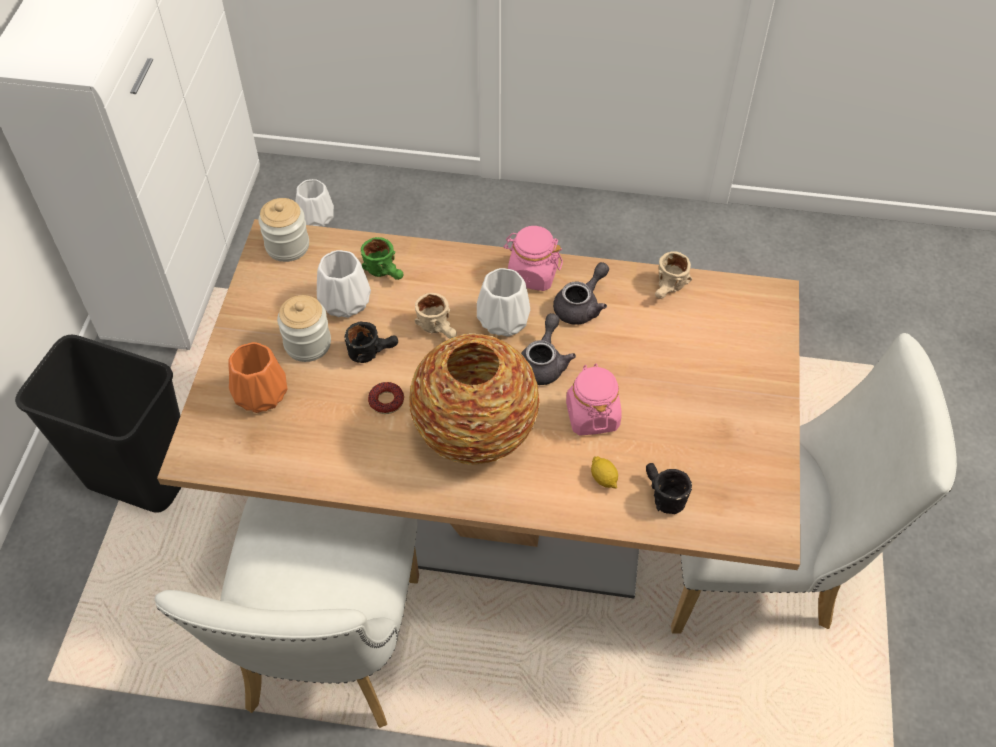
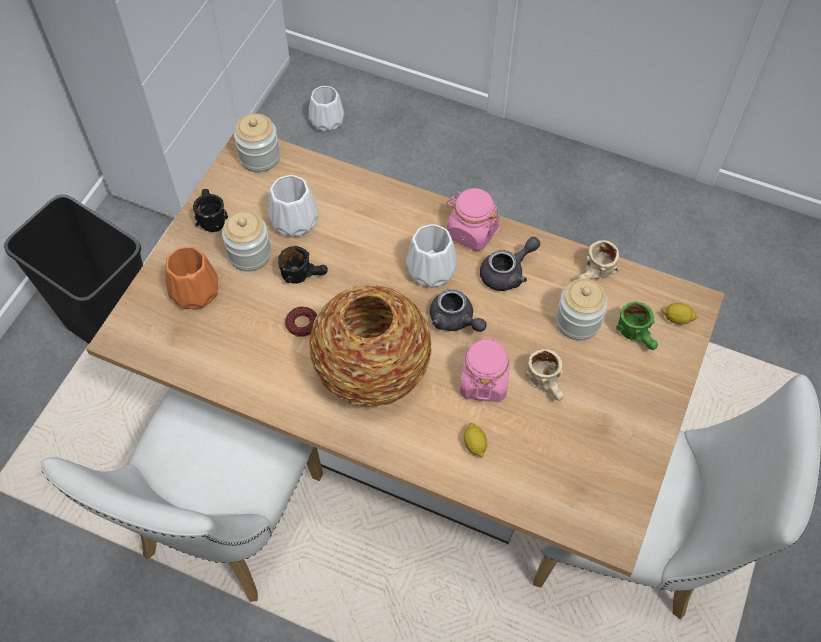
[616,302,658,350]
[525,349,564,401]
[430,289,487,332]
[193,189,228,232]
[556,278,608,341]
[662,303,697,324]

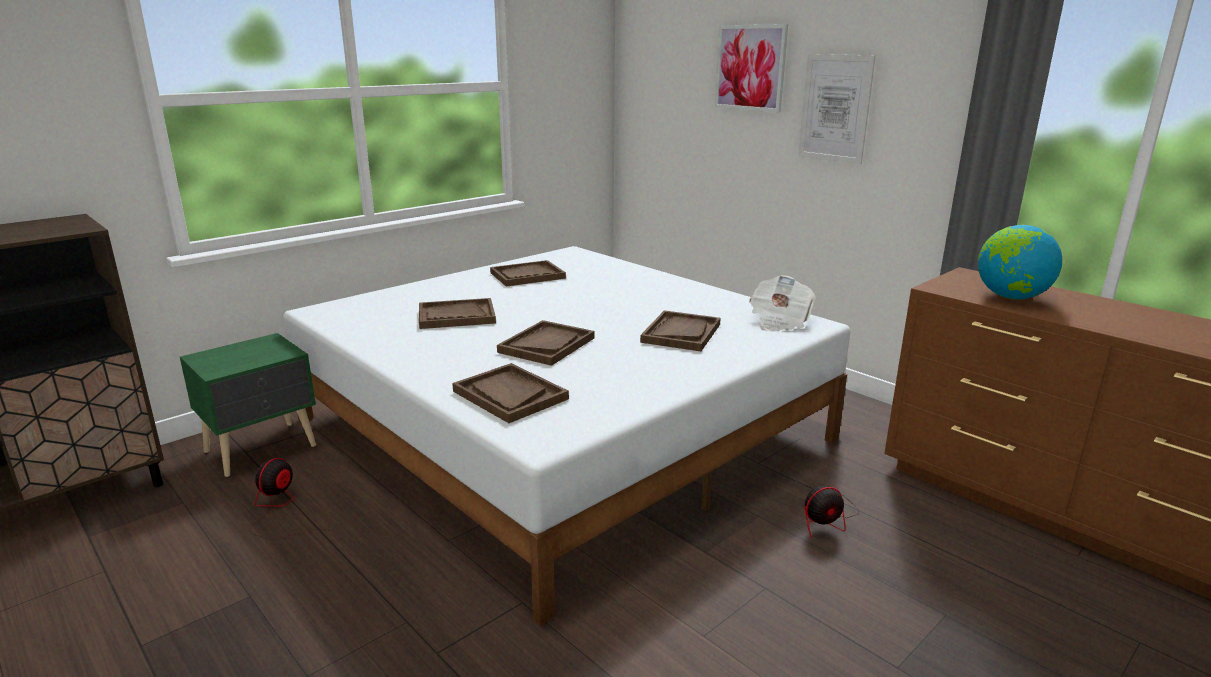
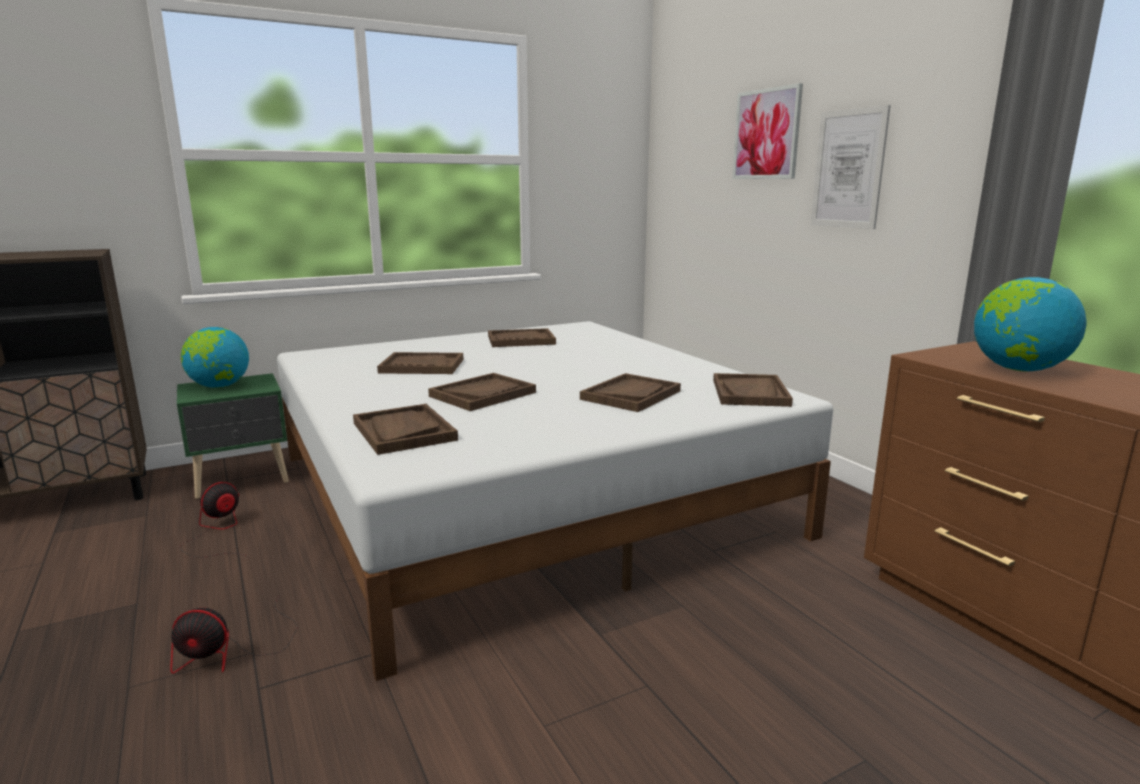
[713,373,793,407]
[170,595,298,674]
[181,327,249,388]

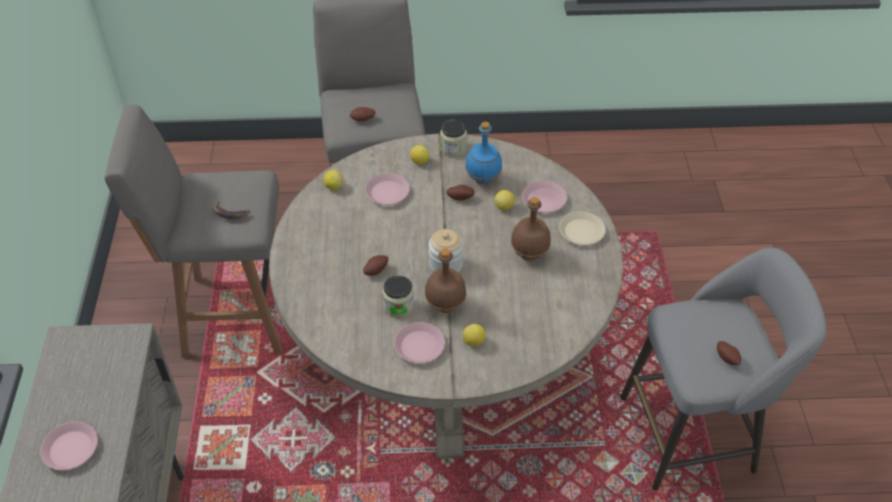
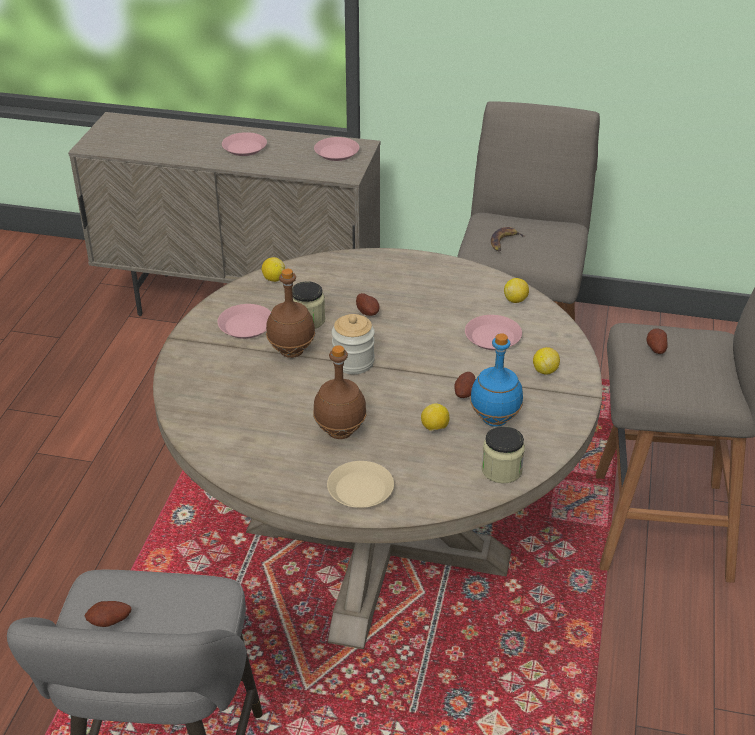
[481,426,525,483]
[262,257,285,282]
[314,137,359,161]

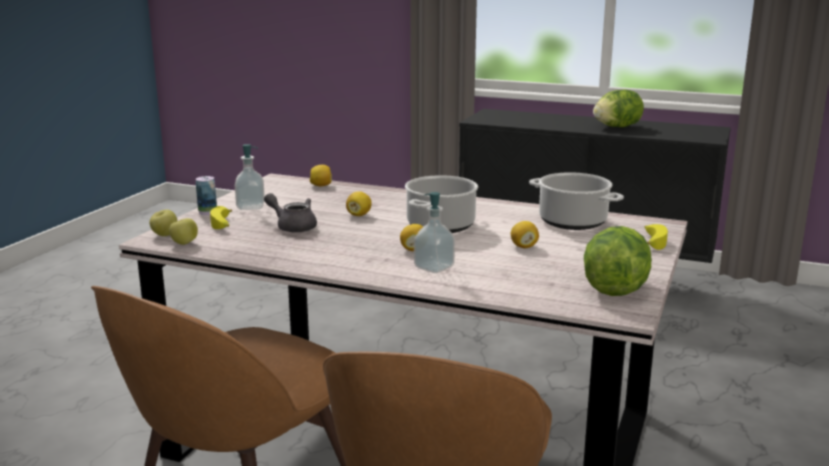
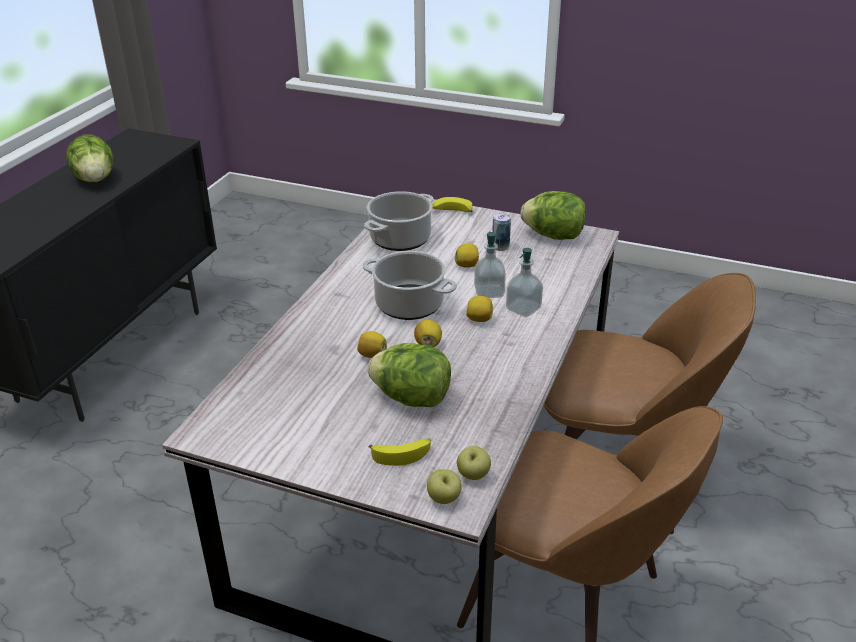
[492,213,511,251]
[474,232,506,298]
[367,343,451,407]
[414,319,442,347]

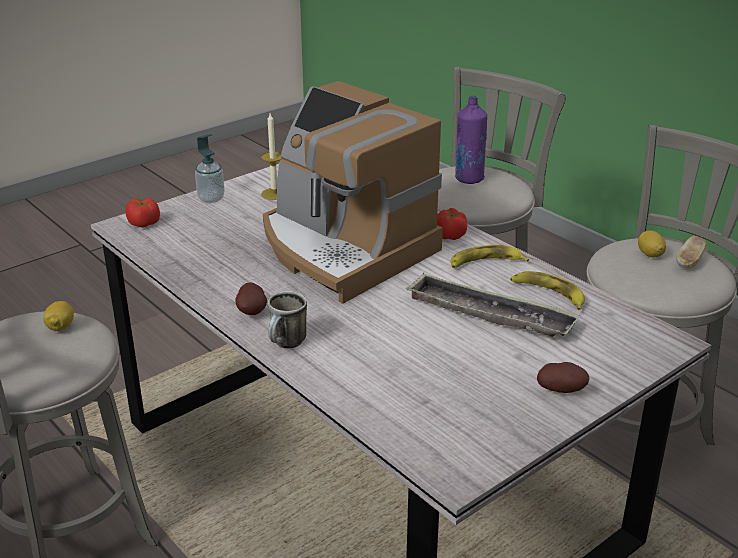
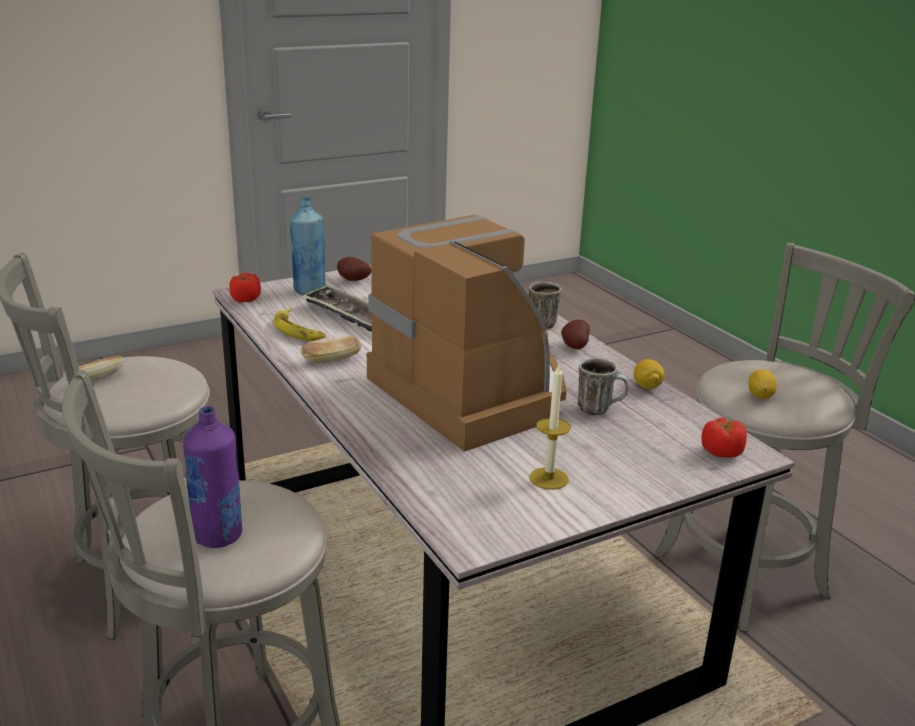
[195,134,225,203] (first image)
[229,273,261,303]
[301,336,362,363]
[634,359,664,389]
[290,197,326,295]
[578,358,629,415]

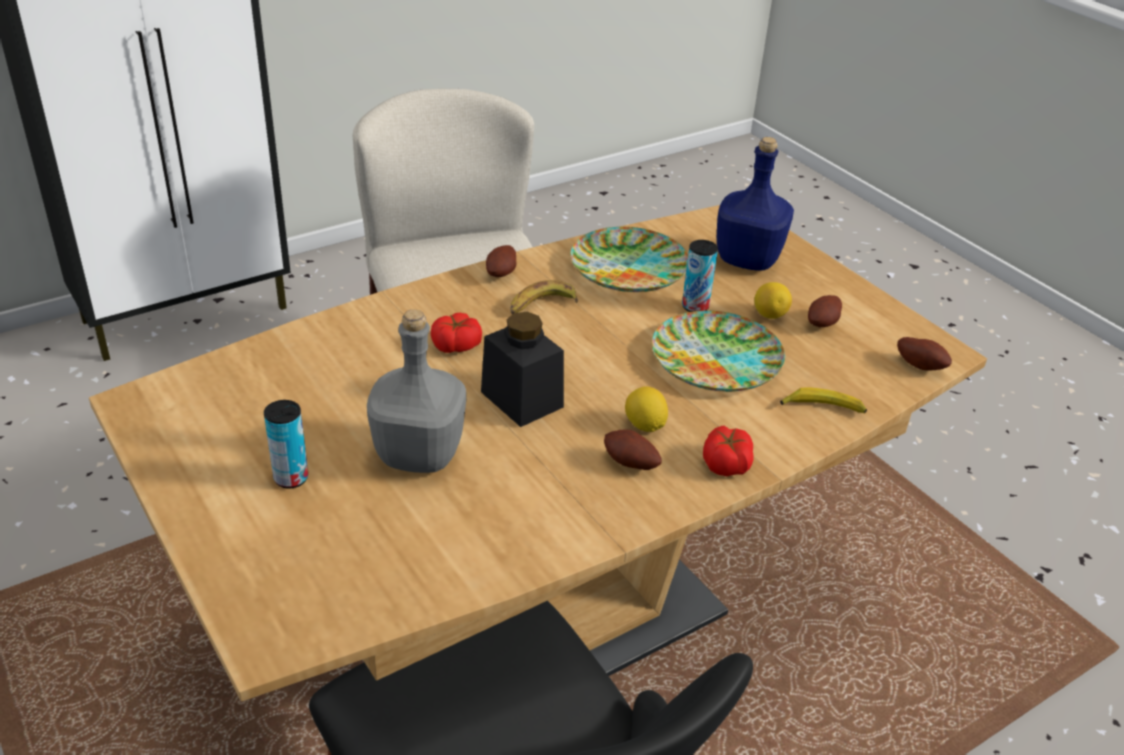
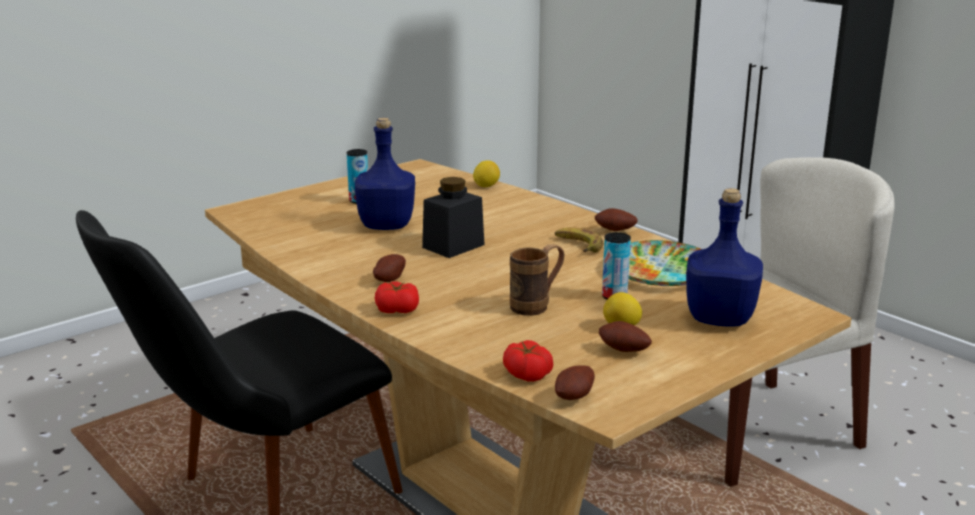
[355,118,415,230]
[503,340,553,382]
[473,161,500,187]
[510,244,564,316]
[780,387,867,413] (first image)

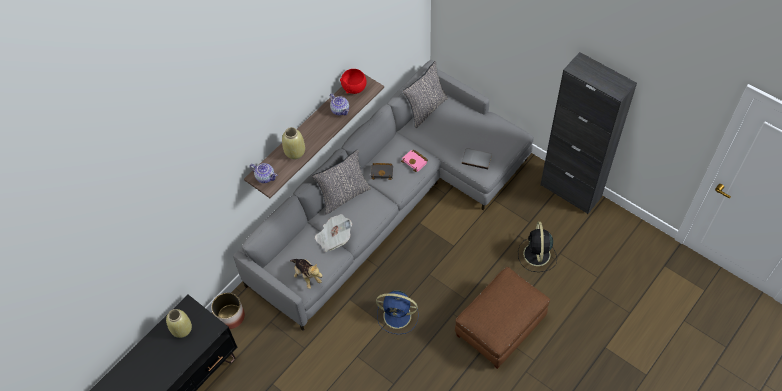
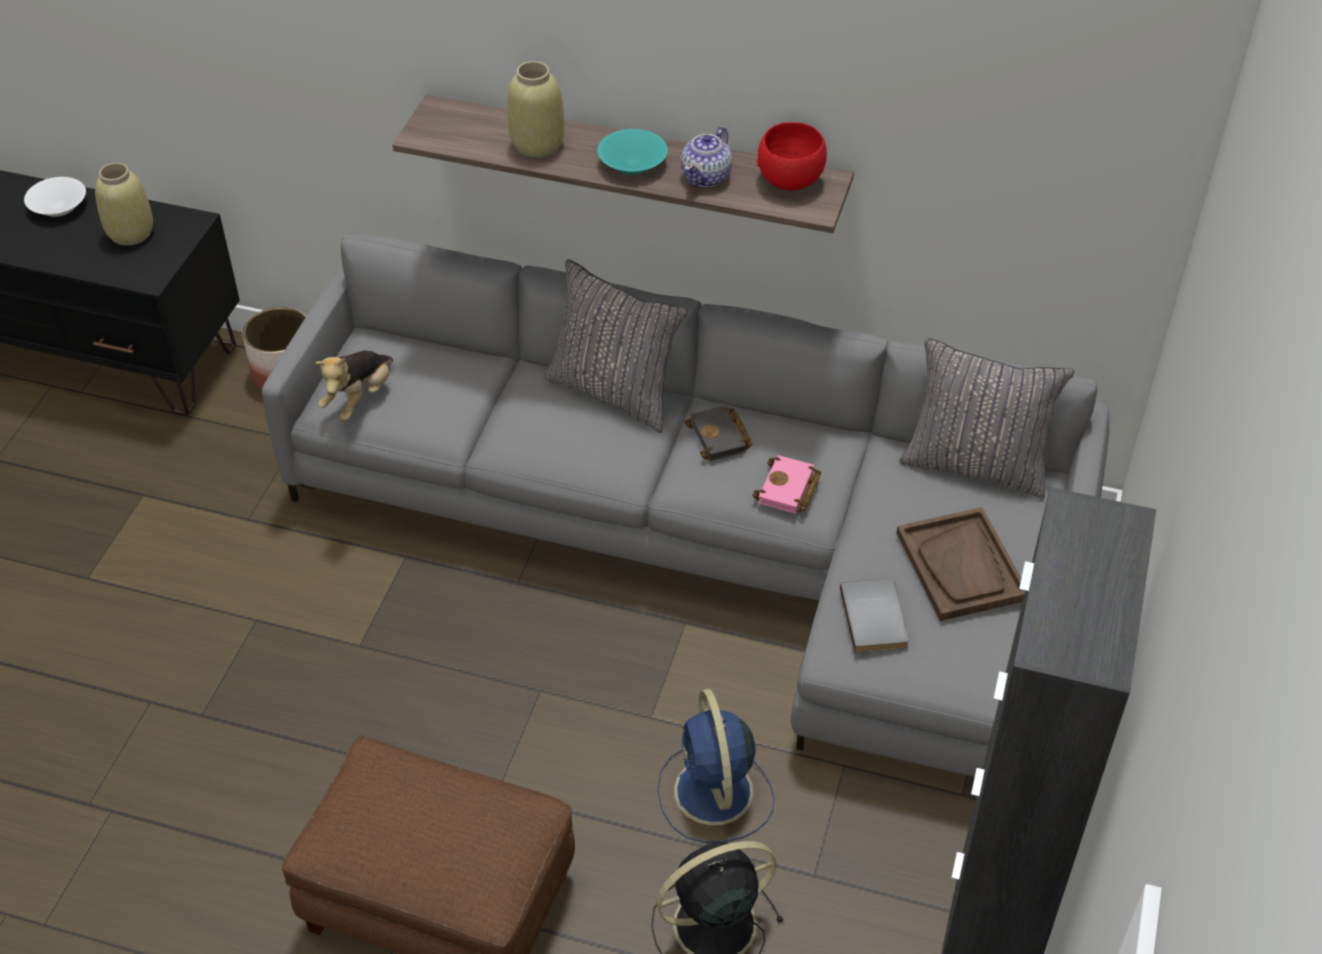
[250,163,277,183] (first image)
[315,214,352,252] (first image)
[657,689,775,843]
[24,177,86,217]
[597,129,668,175]
[896,507,1025,621]

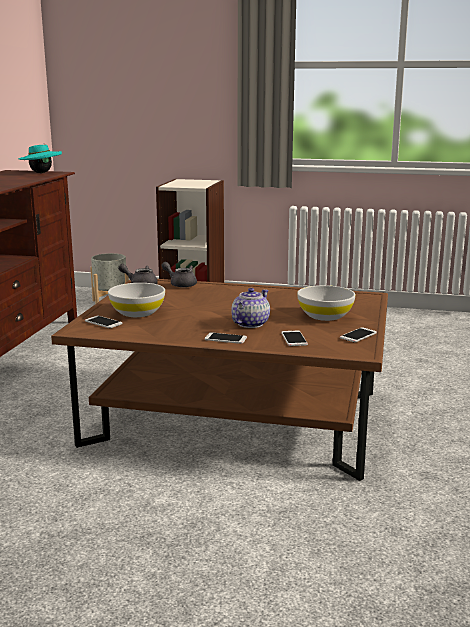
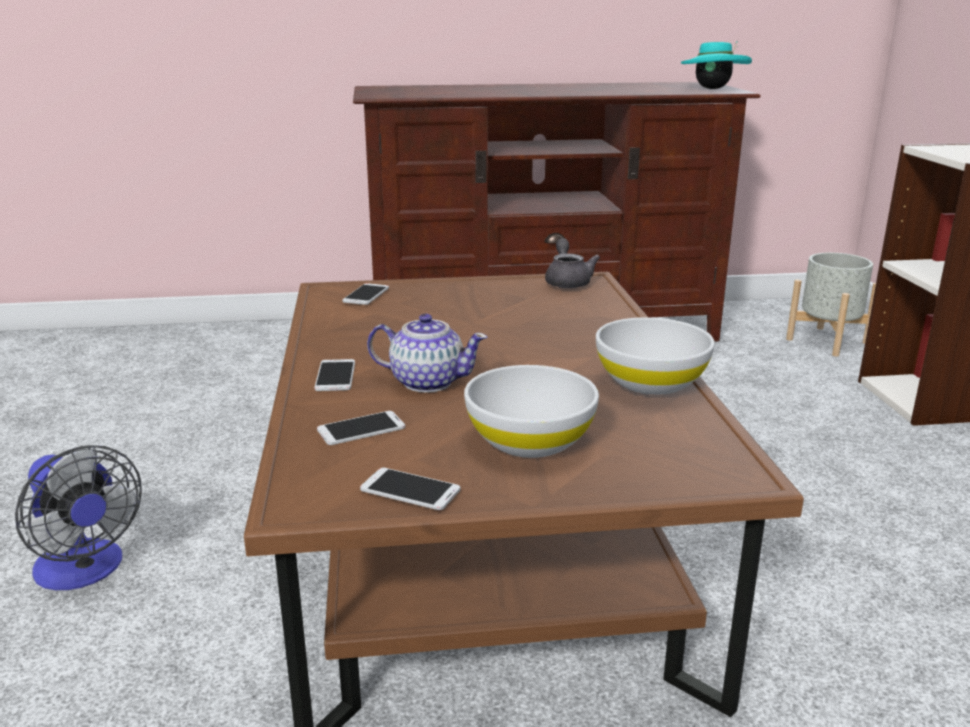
[596,317,715,395]
[161,262,197,288] (first image)
[15,445,142,590]

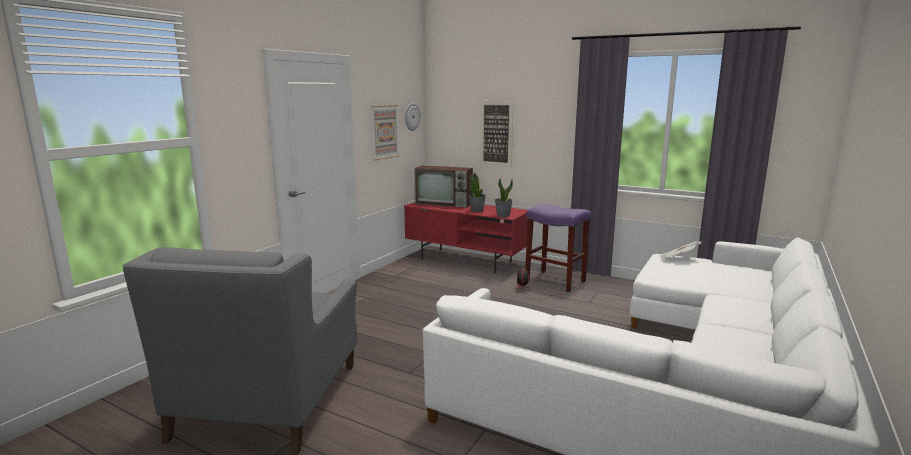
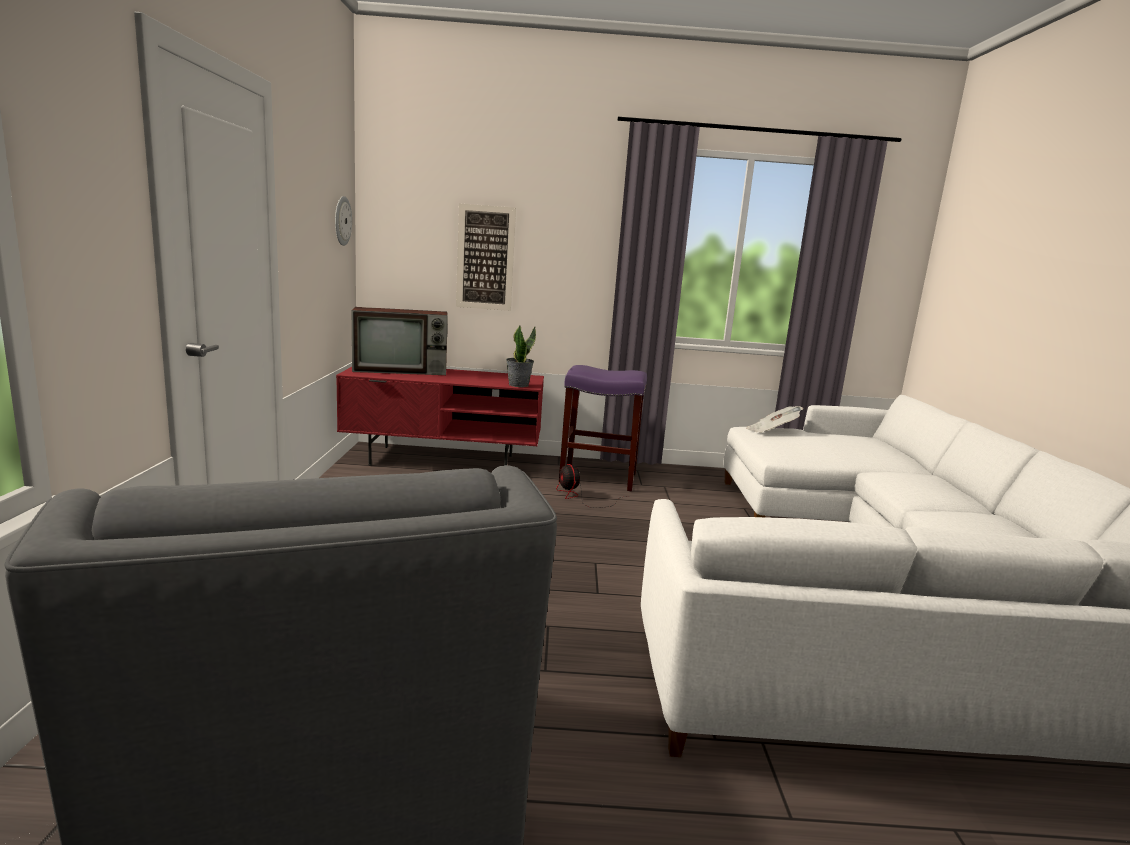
[371,105,399,160] (first image)
[469,172,486,212] (first image)

